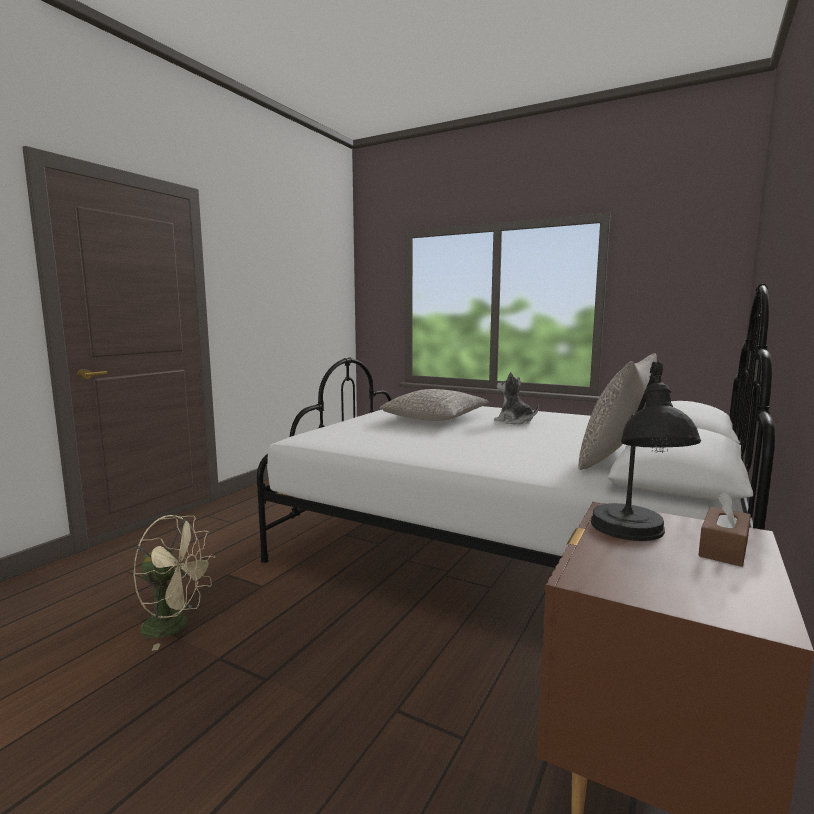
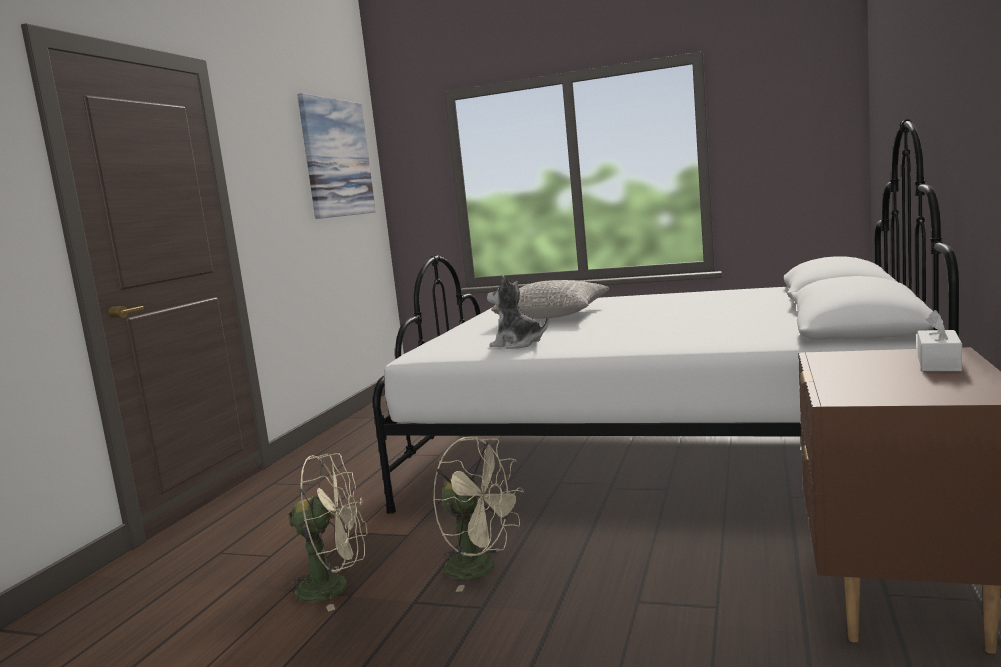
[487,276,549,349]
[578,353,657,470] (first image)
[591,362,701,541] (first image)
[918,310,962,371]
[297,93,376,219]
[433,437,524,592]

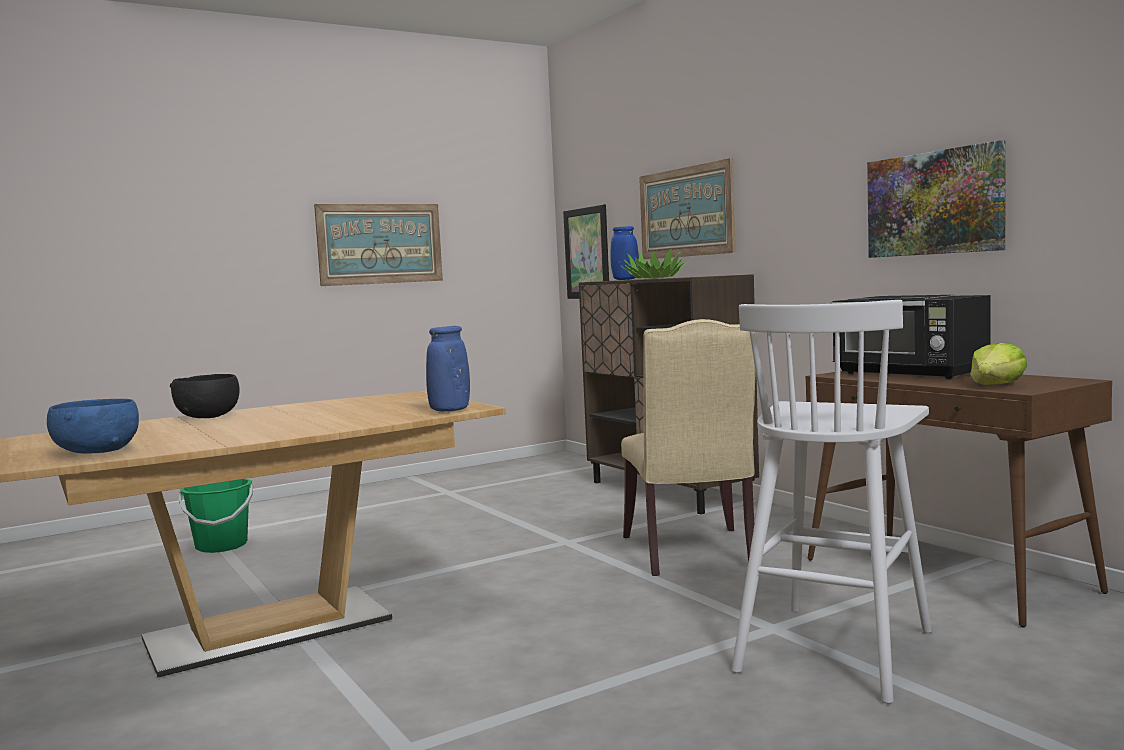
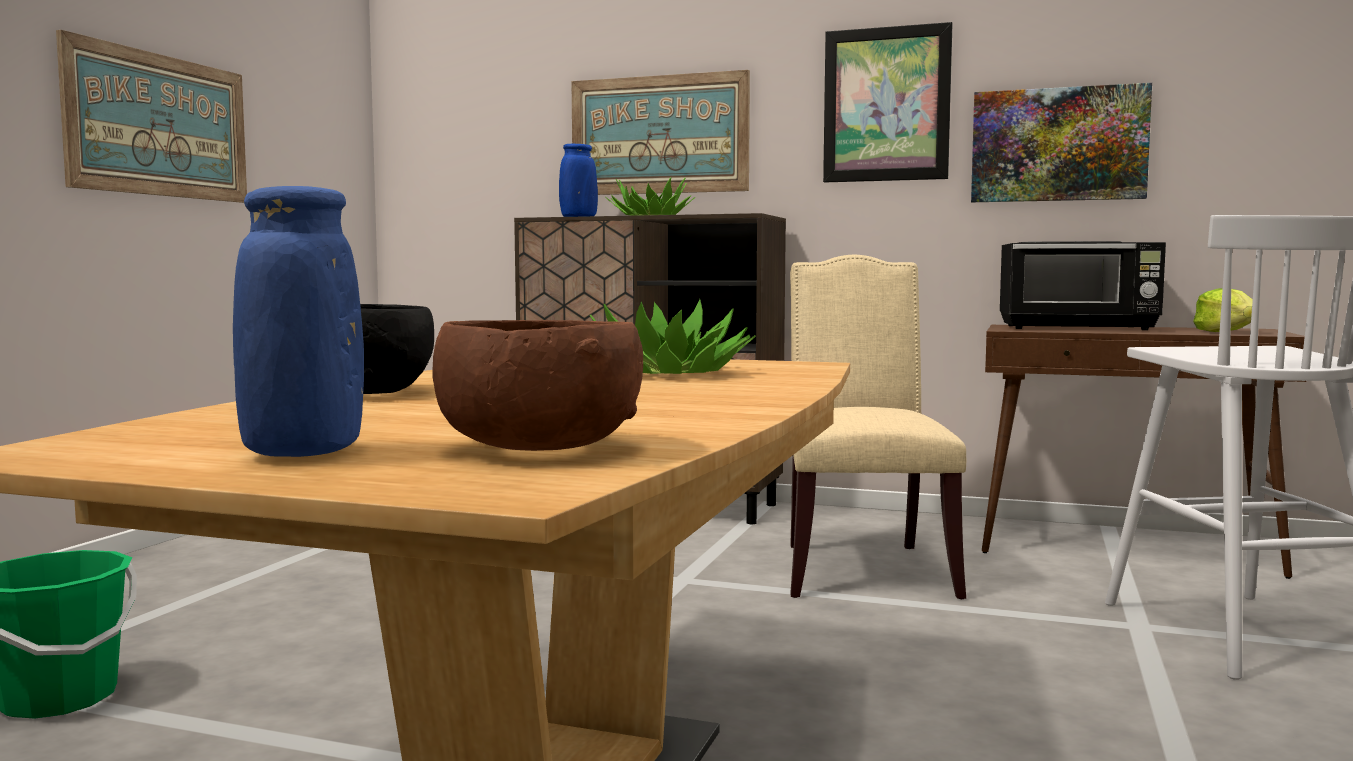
[433,320,643,451]
[233,186,364,457]
[823,22,953,182]
[790,255,966,599]
[590,299,756,374]

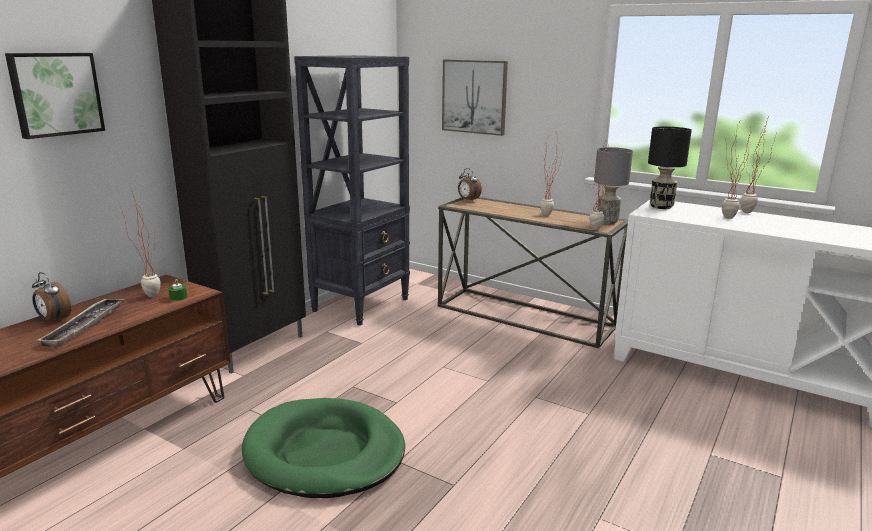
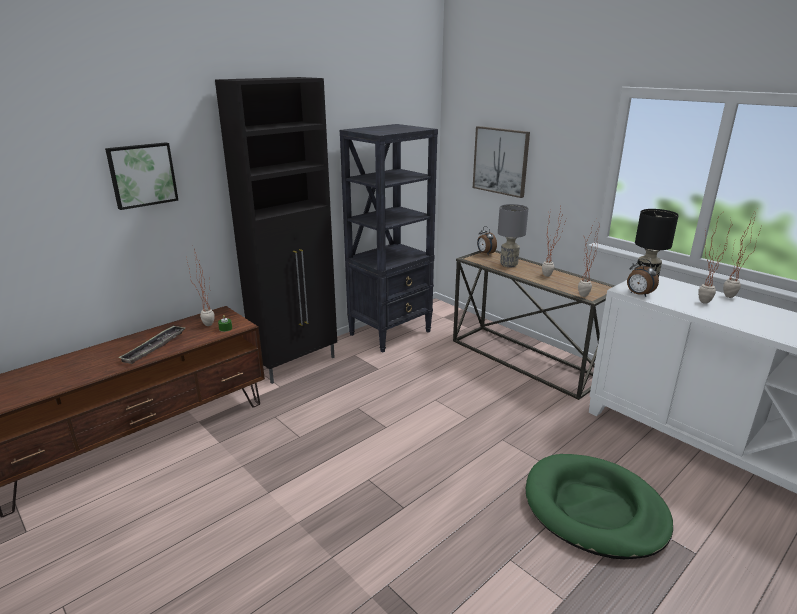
[627,258,659,297]
[526,454,673,559]
[498,204,528,268]

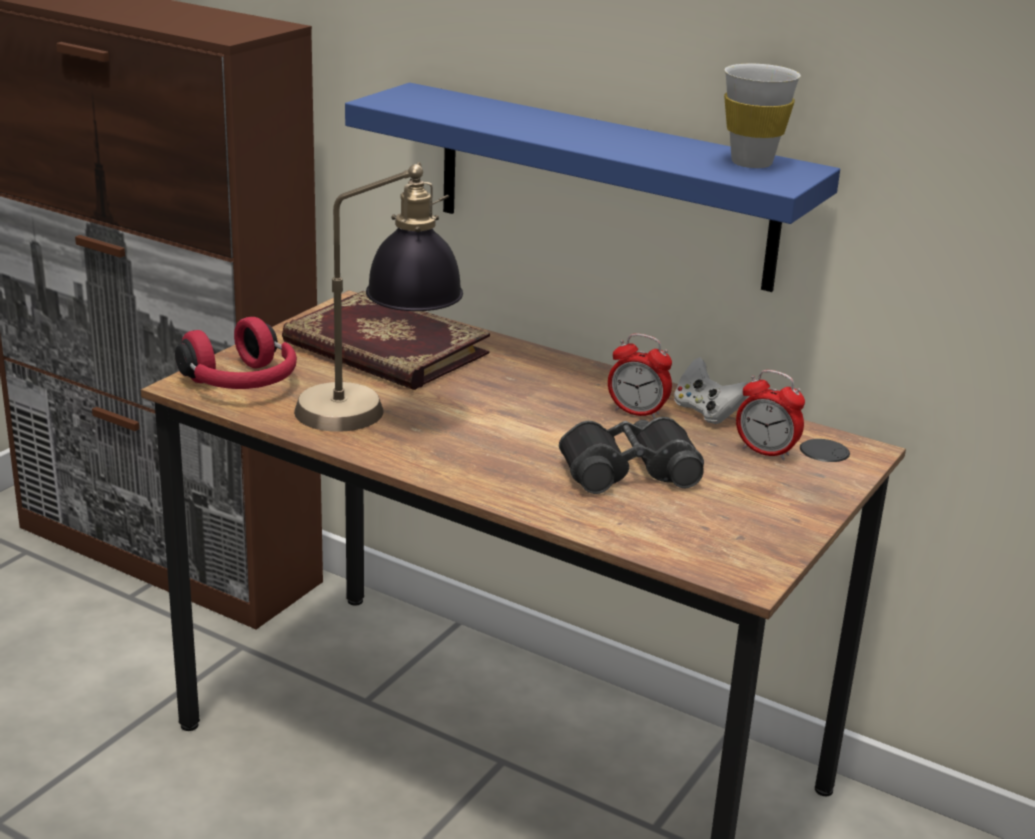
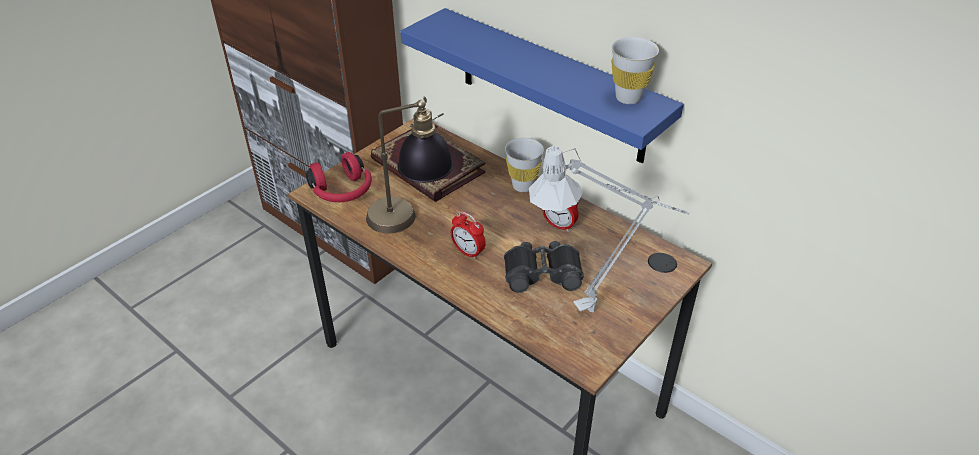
[674,357,748,424] (first image)
[451,211,486,260]
[505,138,544,192]
[529,146,690,312]

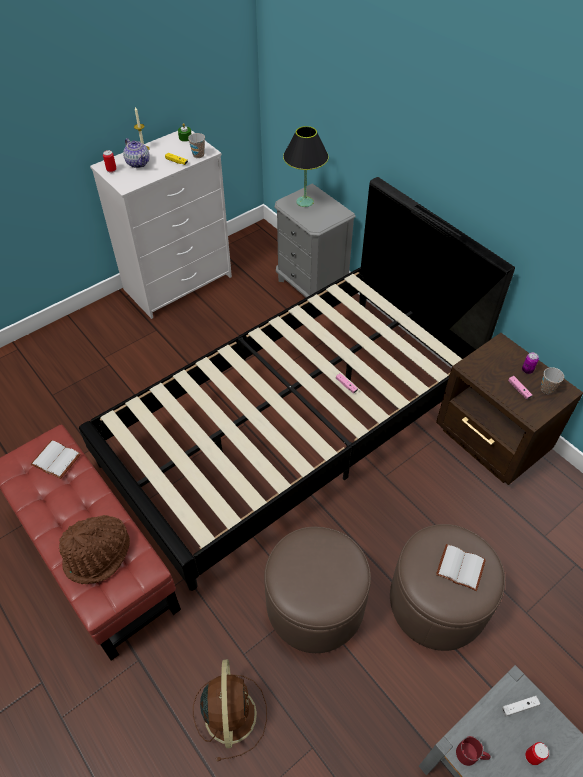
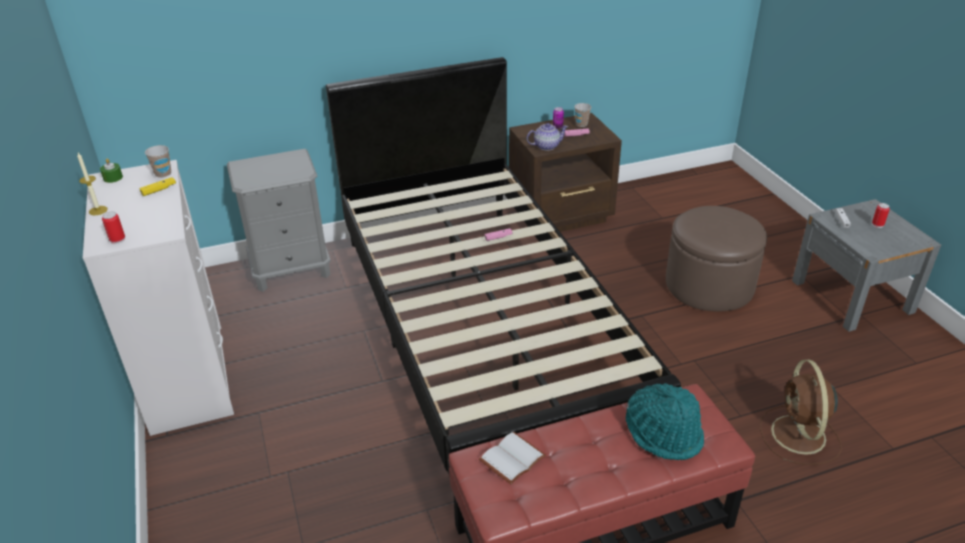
[626,383,704,460]
[527,123,568,151]
[760,360,842,465]
[264,527,371,653] (first image)
[283,126,329,207] (first image)
[436,544,486,591] (first image)
[456,736,490,766] (first image)

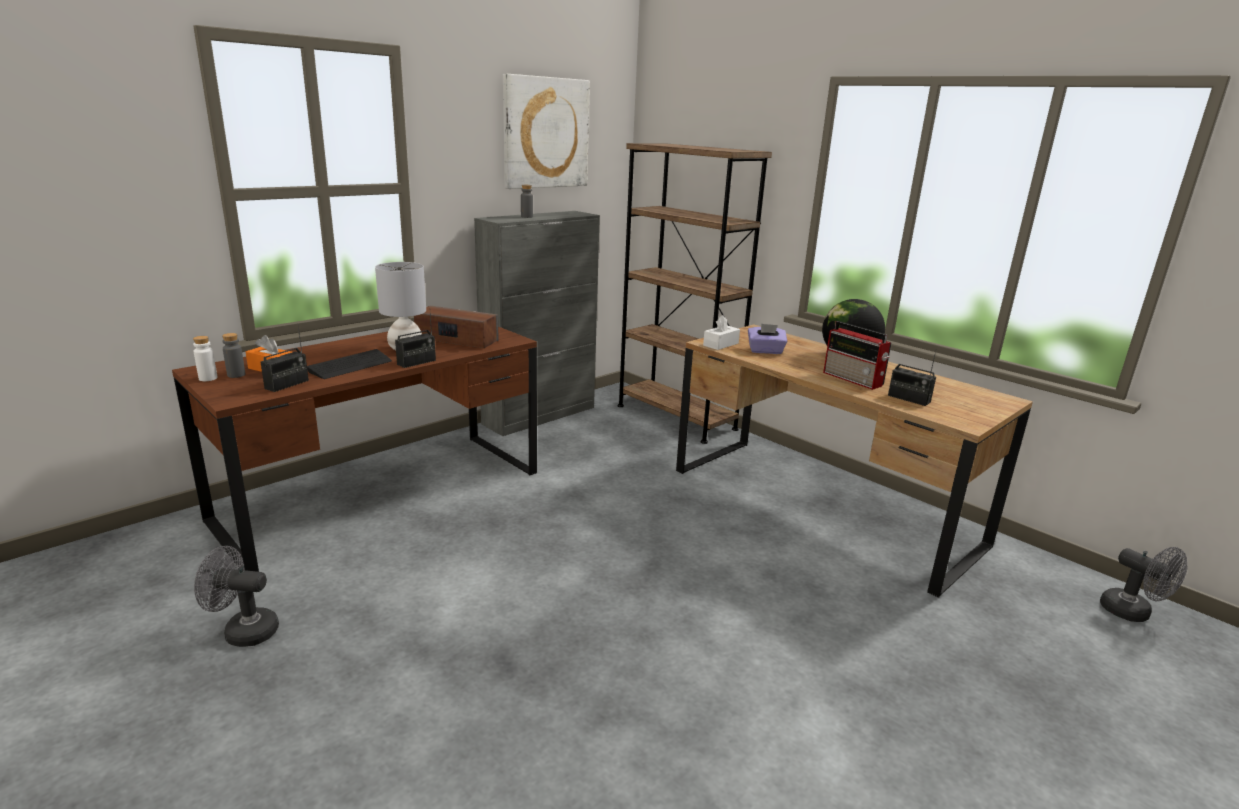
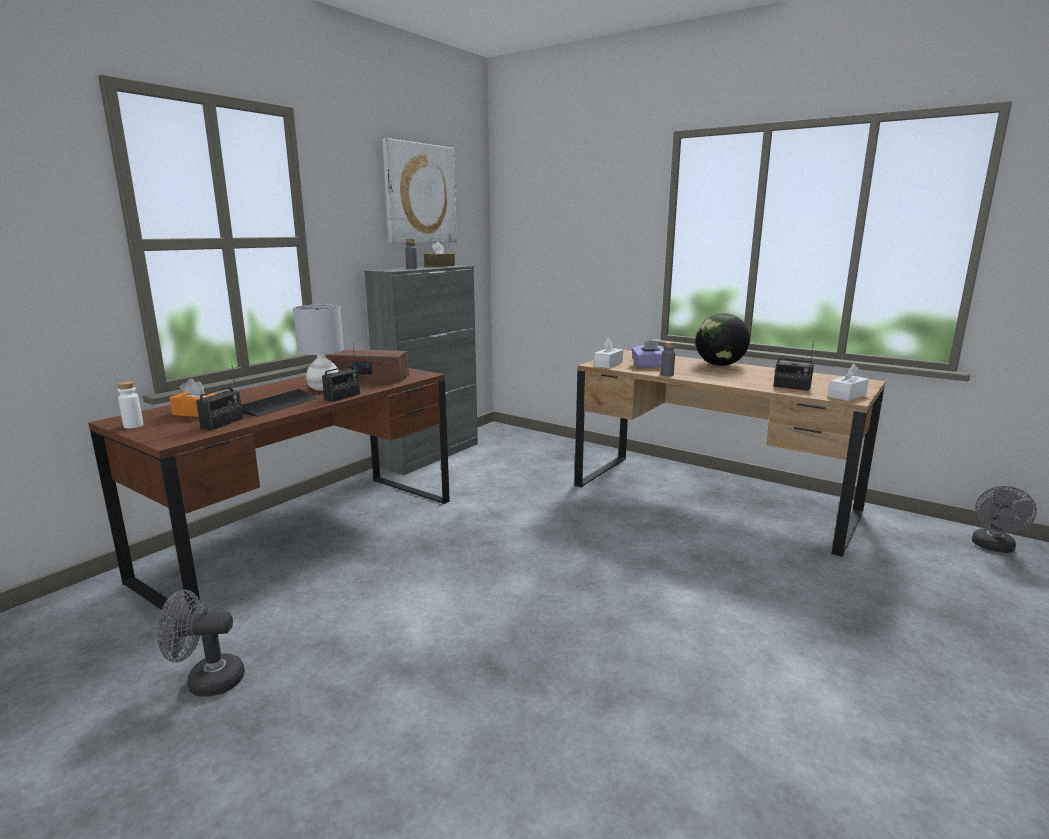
[661,341,675,376]
[618,143,772,444] (first image)
[823,321,891,390] (first image)
[972,486,1037,553]
[424,242,455,267]
[828,364,869,401]

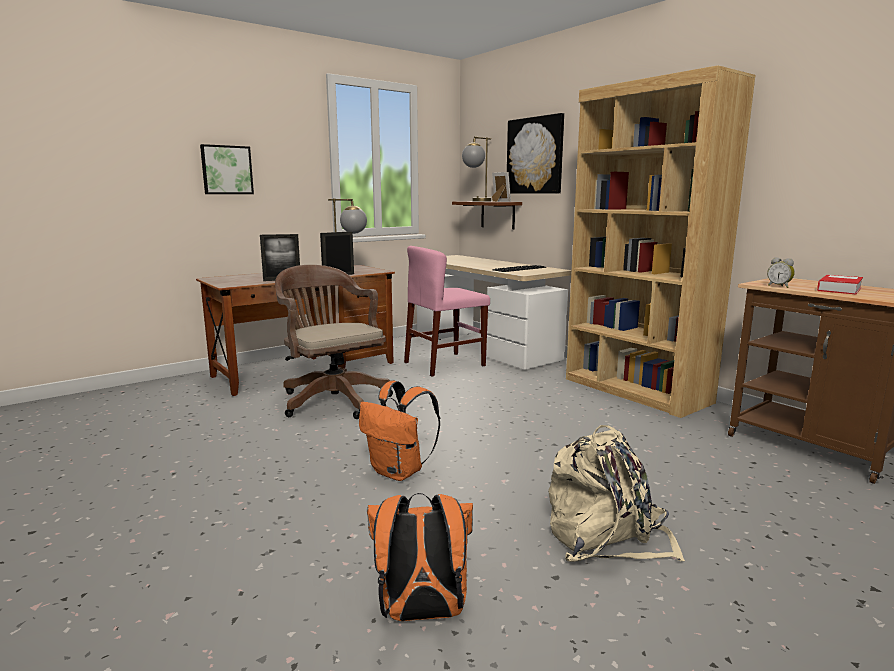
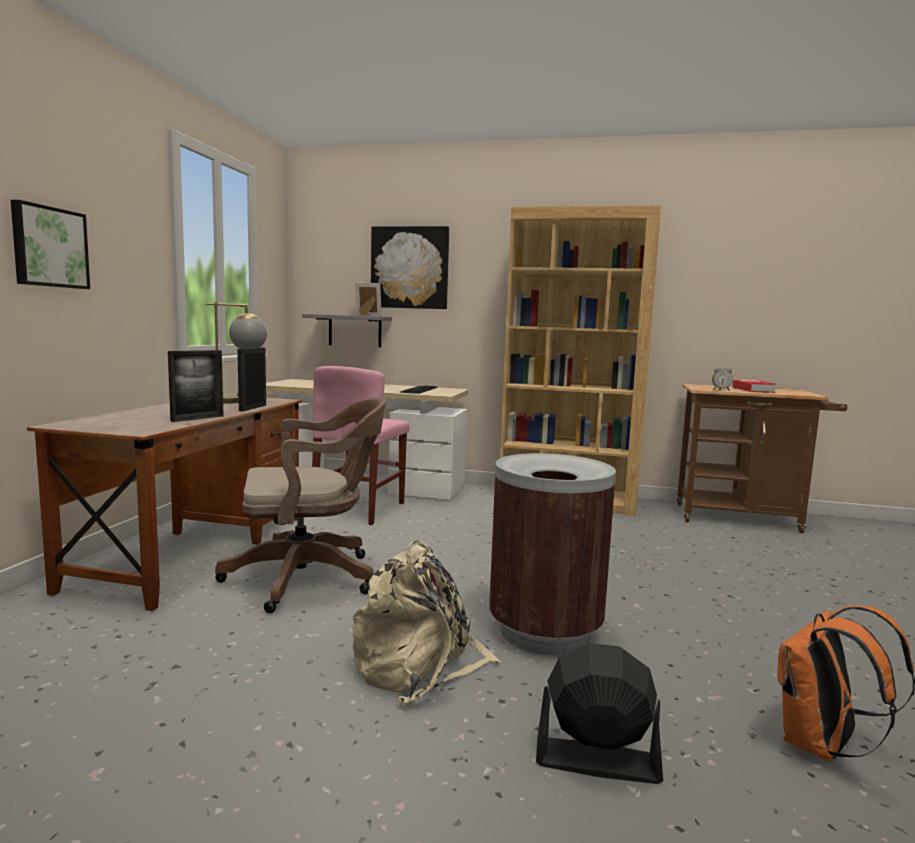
[215,397,386,613]
[489,453,616,655]
[302,314,392,347]
[462,137,491,202] (first image)
[352,540,501,706]
[536,643,663,784]

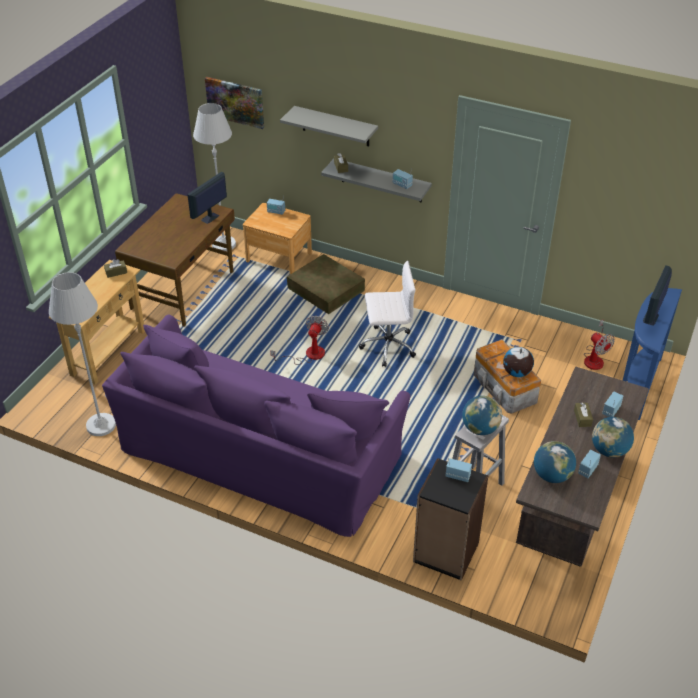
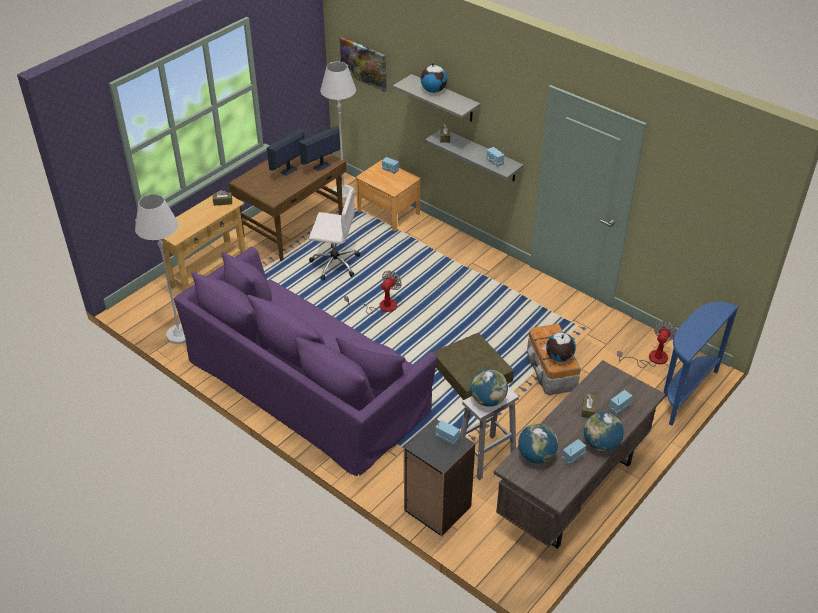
[433,333,514,400]
[309,188,360,281]
[617,321,677,368]
[267,128,305,176]
[421,63,447,93]

